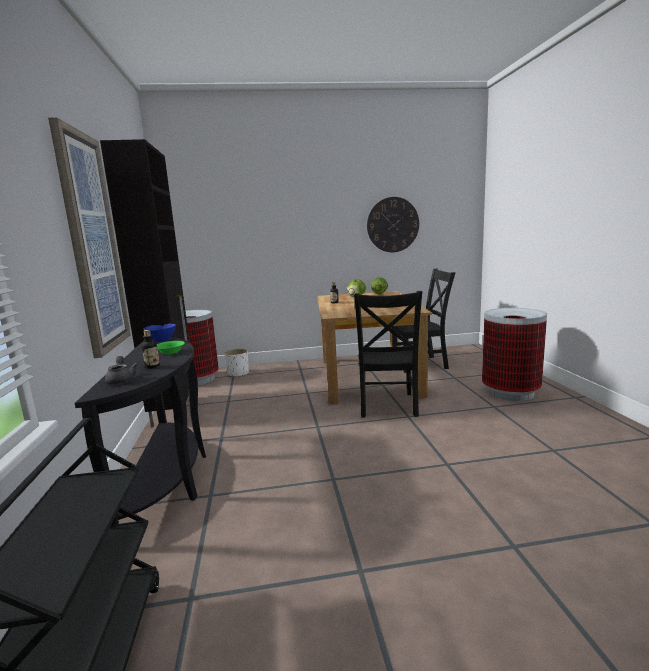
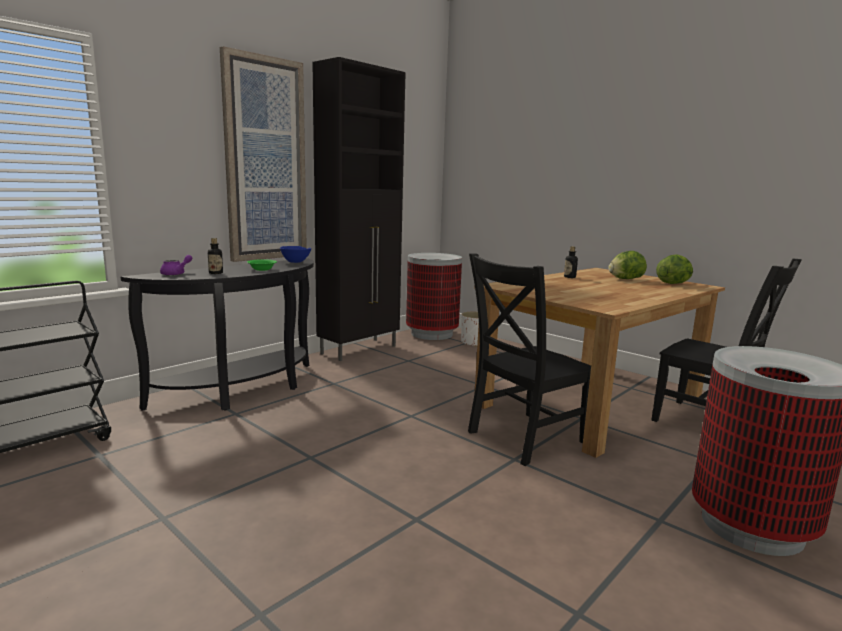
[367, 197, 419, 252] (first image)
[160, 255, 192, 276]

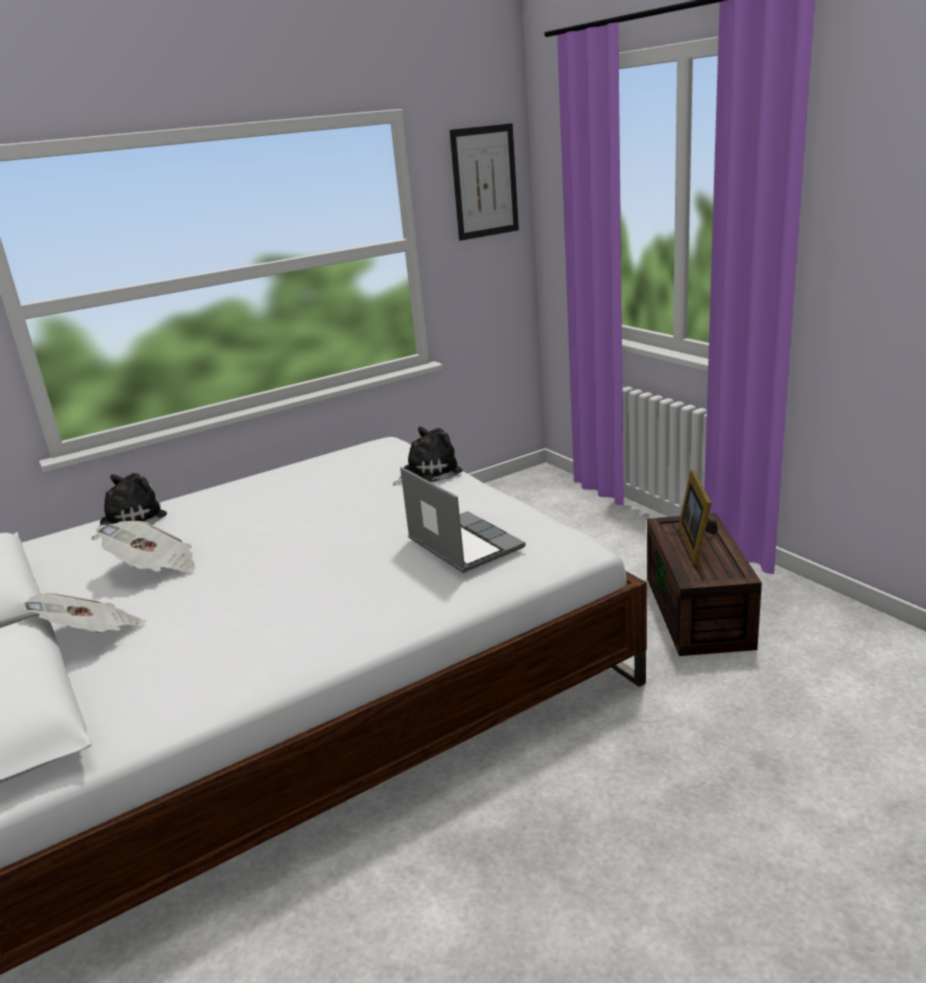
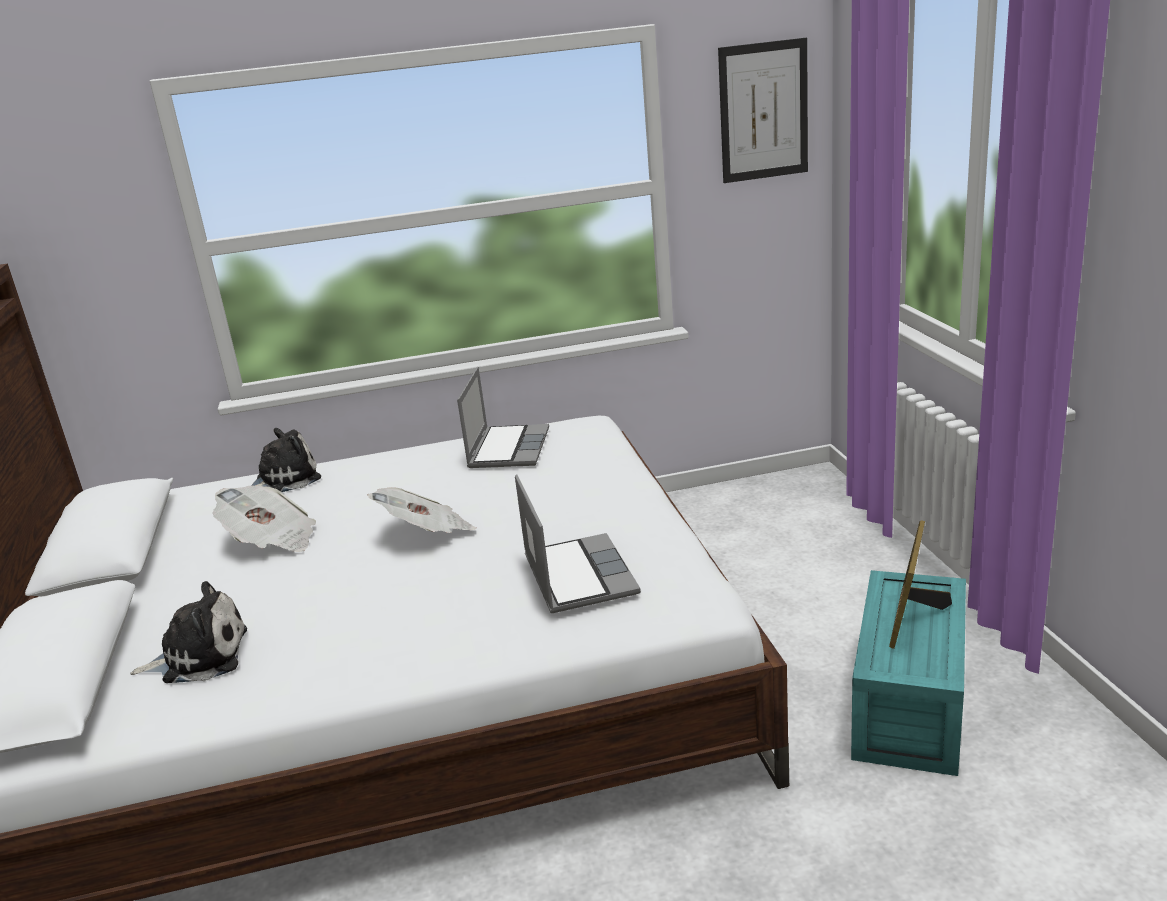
[457, 367, 549, 468]
[367, 487, 477, 533]
[130, 581, 247, 683]
[851, 570, 966, 776]

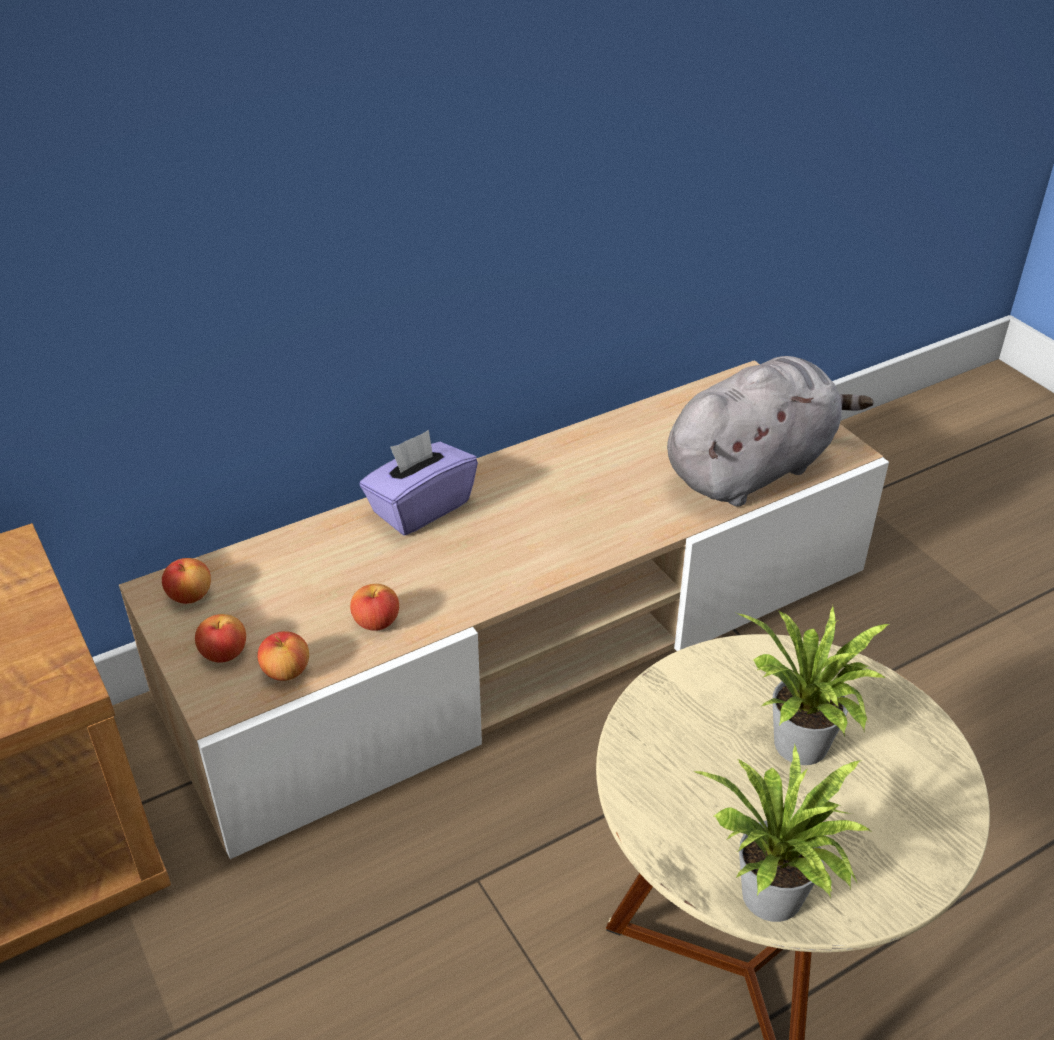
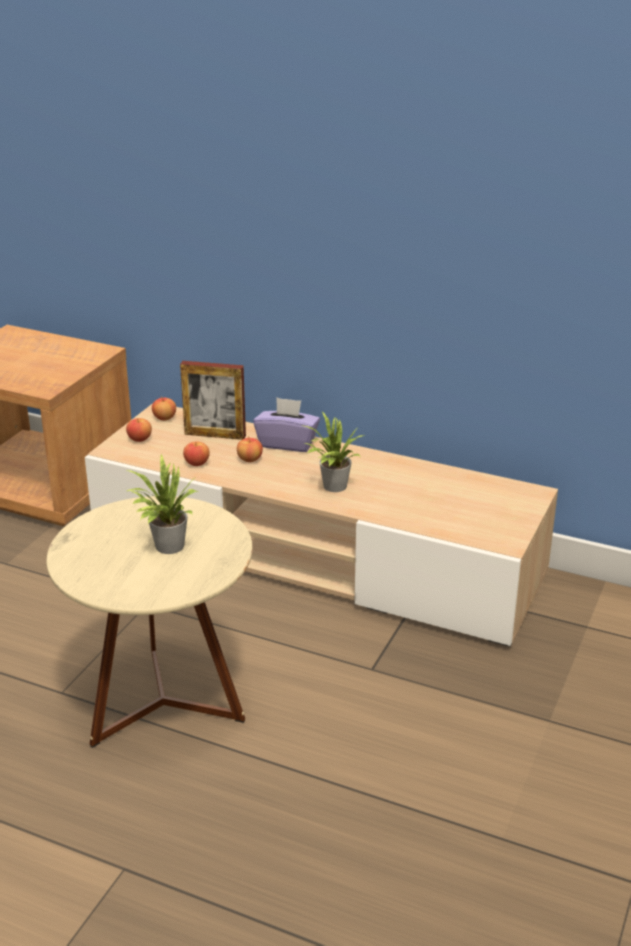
[667, 356, 874, 507] (first image)
[180, 361, 246, 440]
[237, 436, 263, 462]
[305, 412, 364, 492]

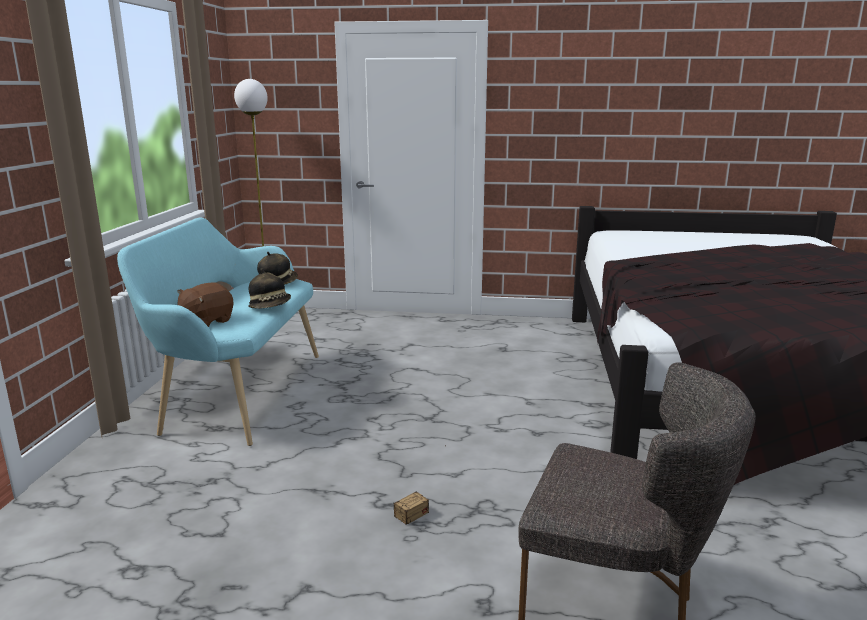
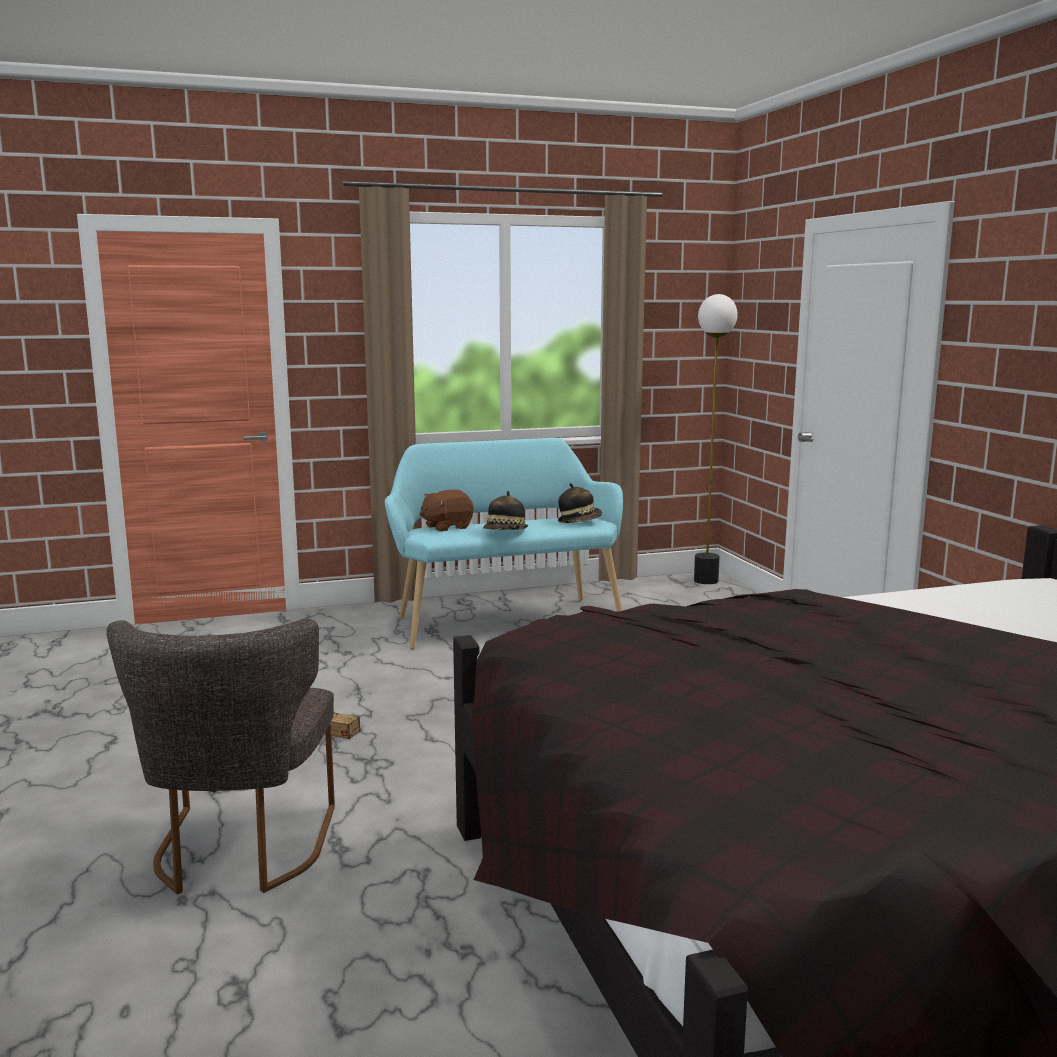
[420, 490, 473, 531]

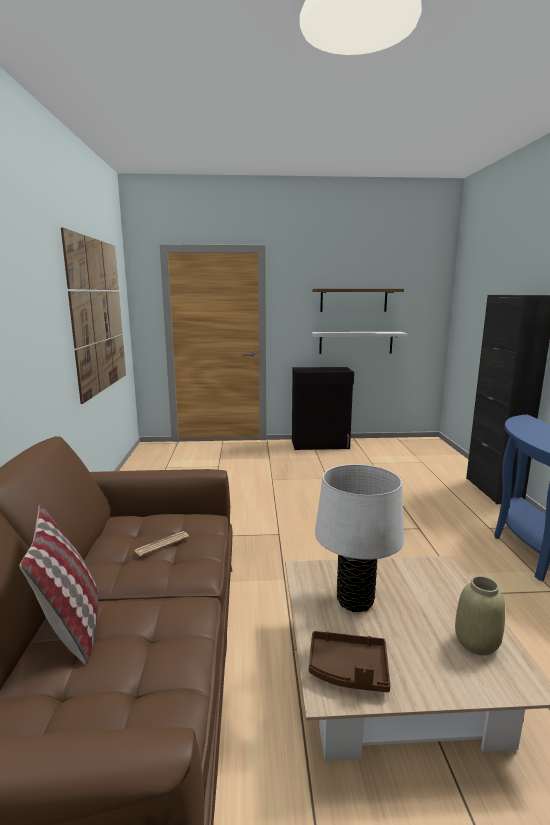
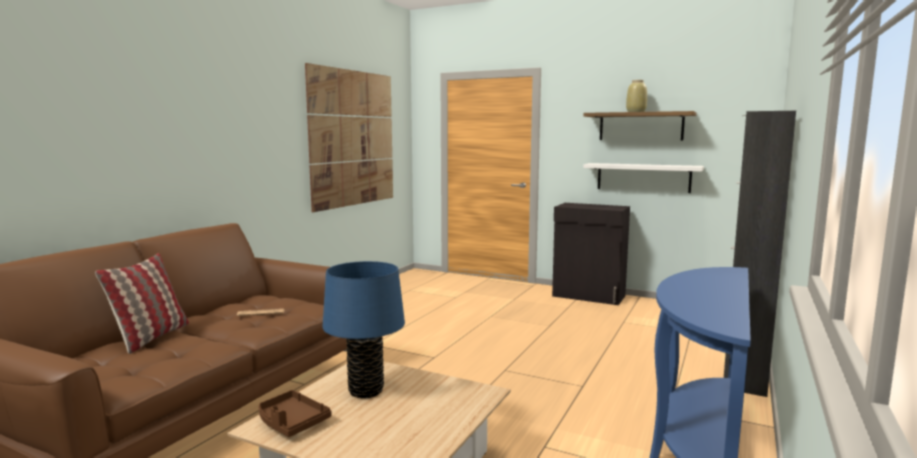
[626, 80, 647, 112]
[322, 261, 405, 399]

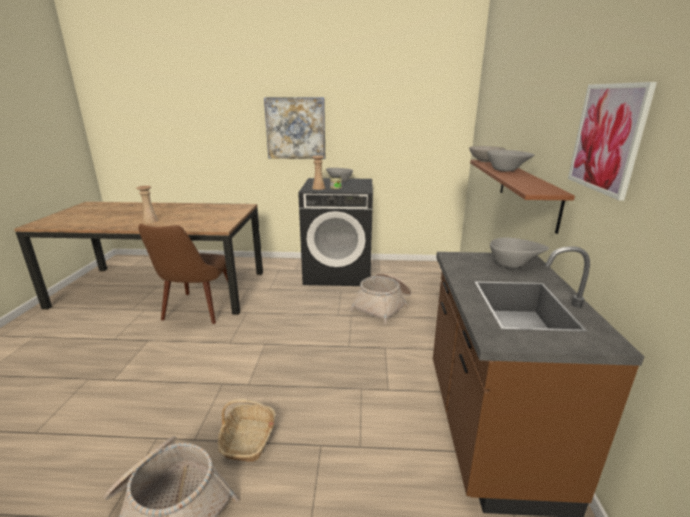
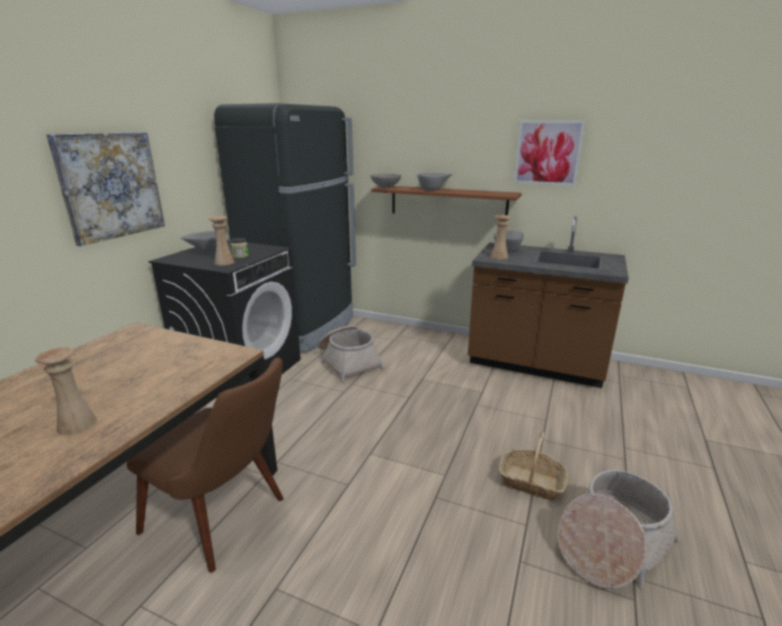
[214, 103, 356, 353]
[491, 215, 511, 260]

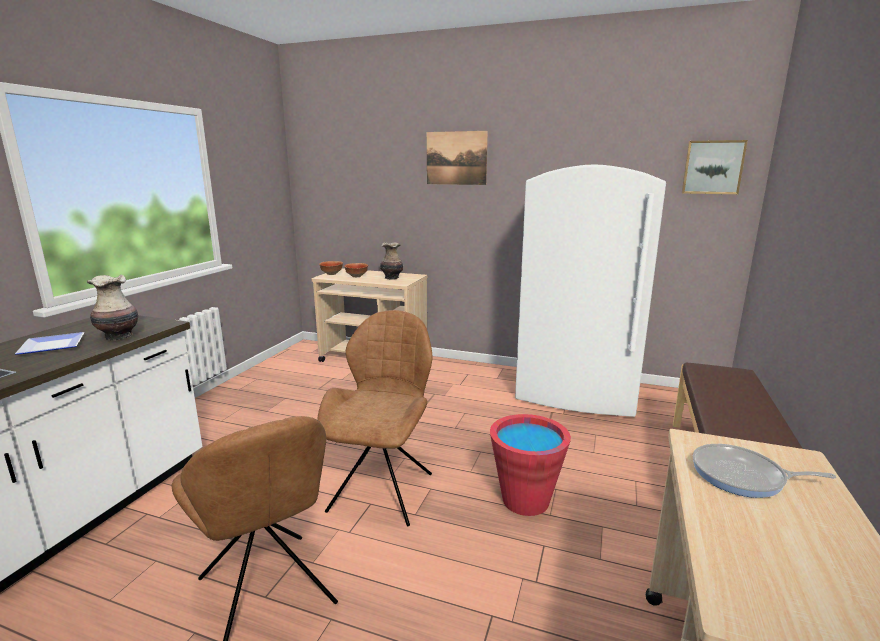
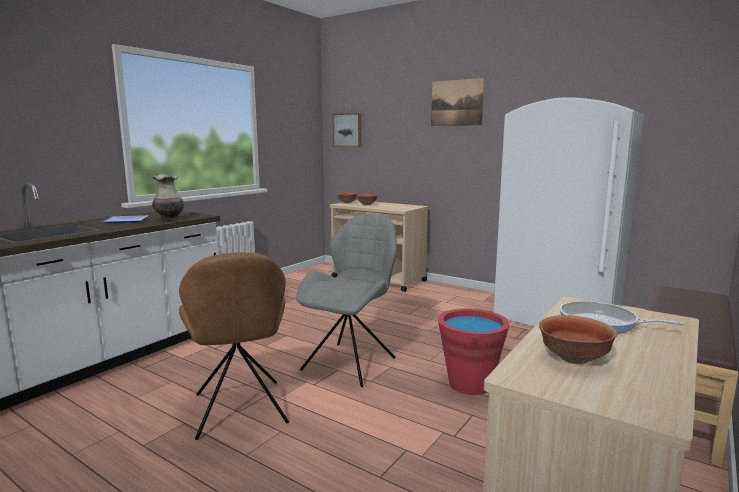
[380, 242, 403, 280] (first image)
[539, 315, 617, 364]
[333, 113, 362, 147]
[296, 214, 397, 387]

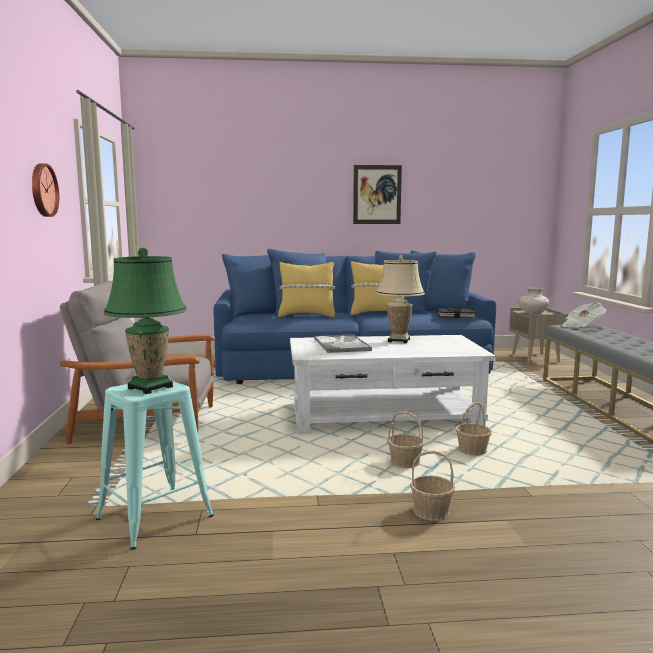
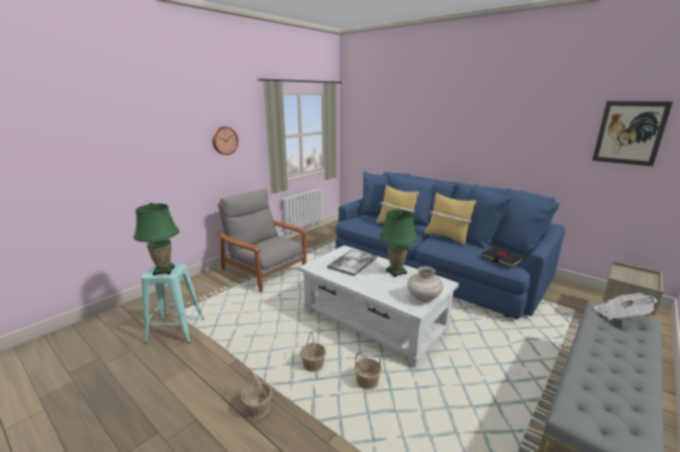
[592, 101, 673, 166]
[407, 266, 443, 302]
[379, 209, 418, 277]

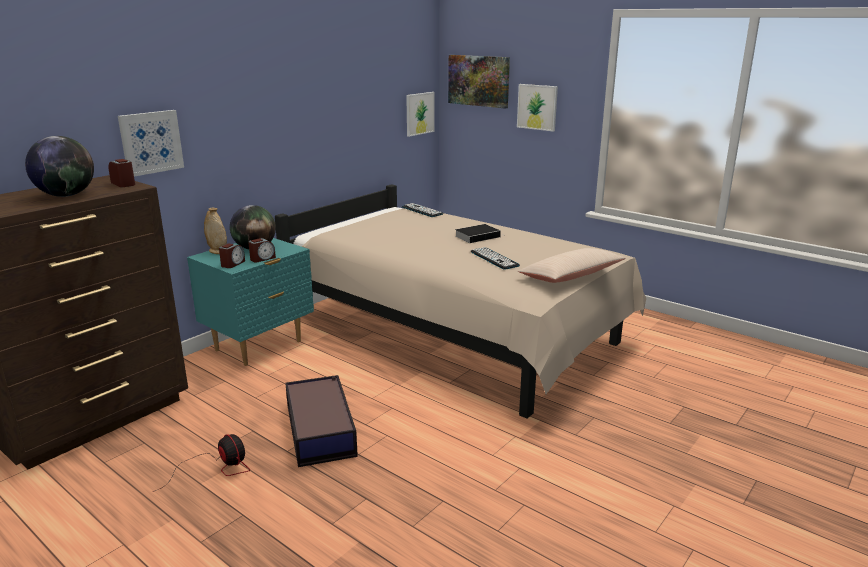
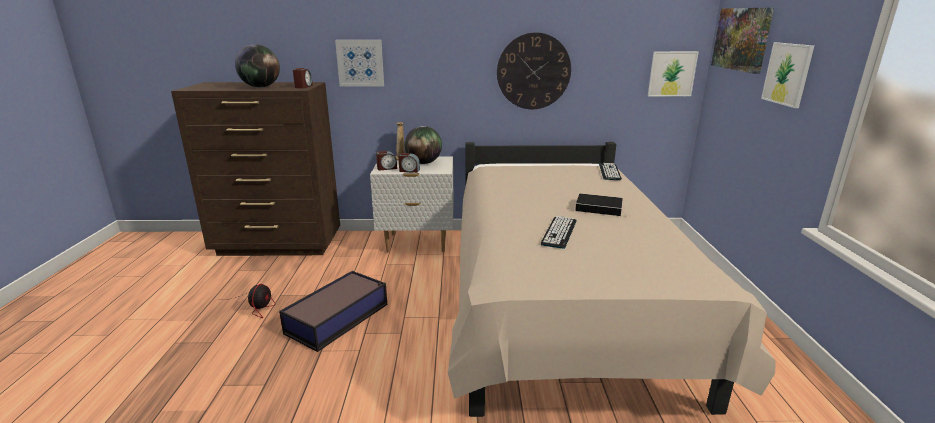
[518, 248, 626, 283] (first image)
[497, 32, 571, 109]
[370, 156, 454, 252]

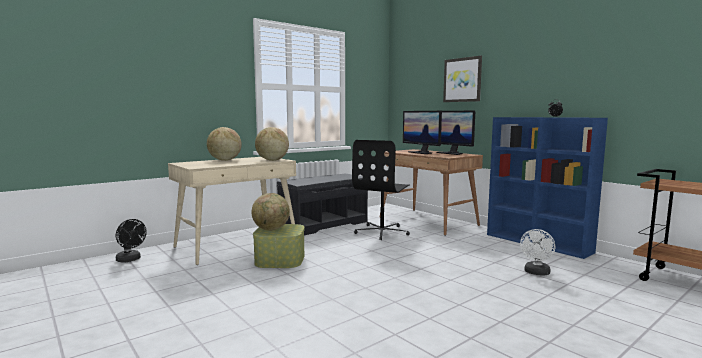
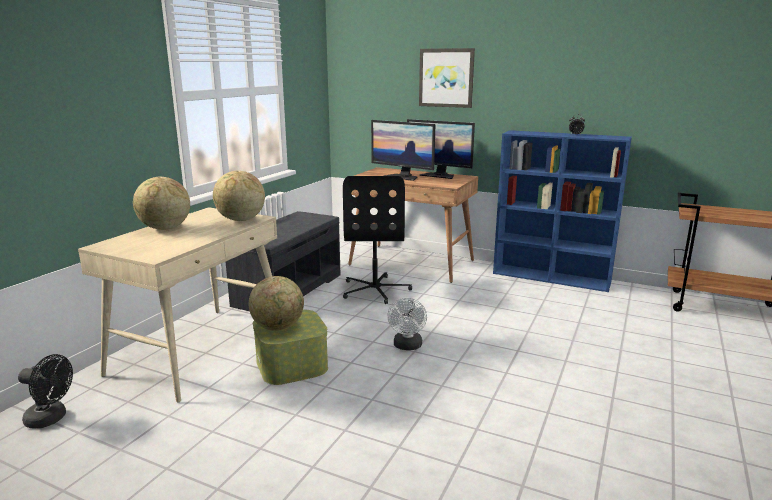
[387, 298, 427, 350]

